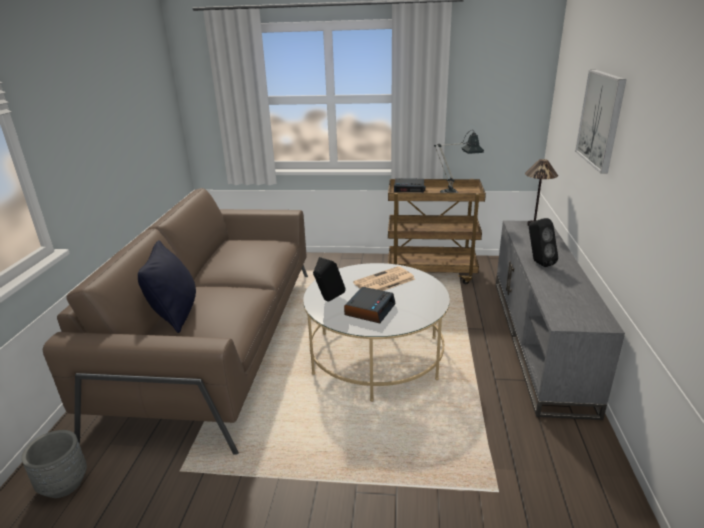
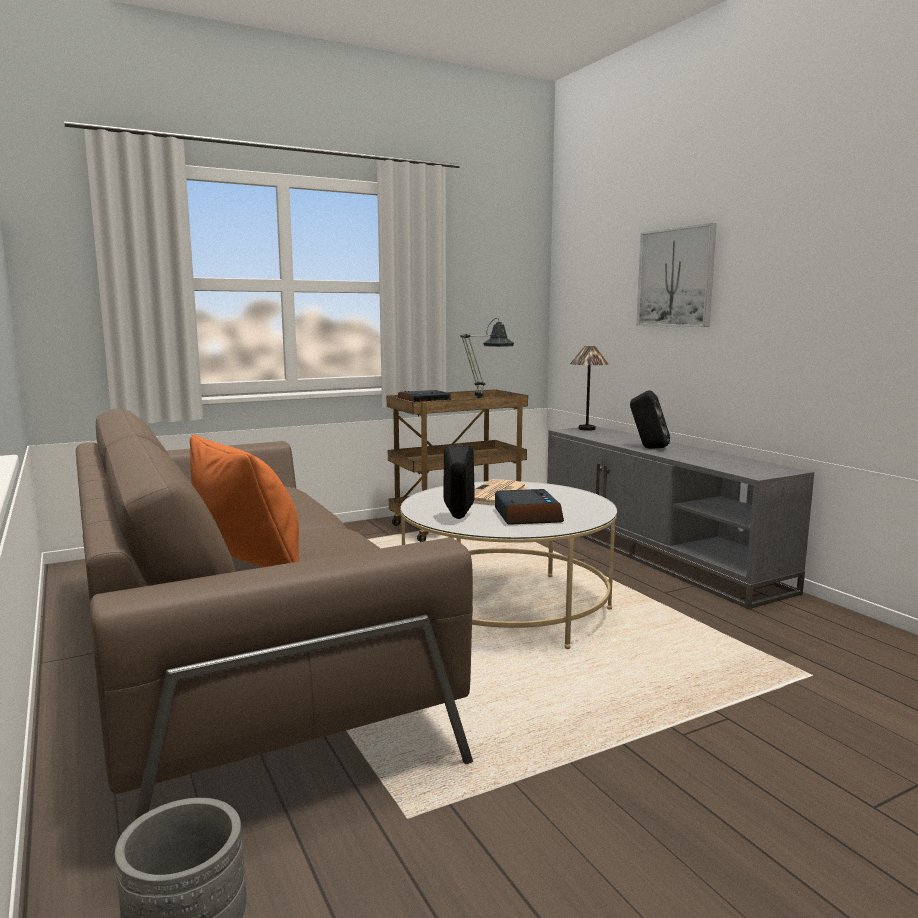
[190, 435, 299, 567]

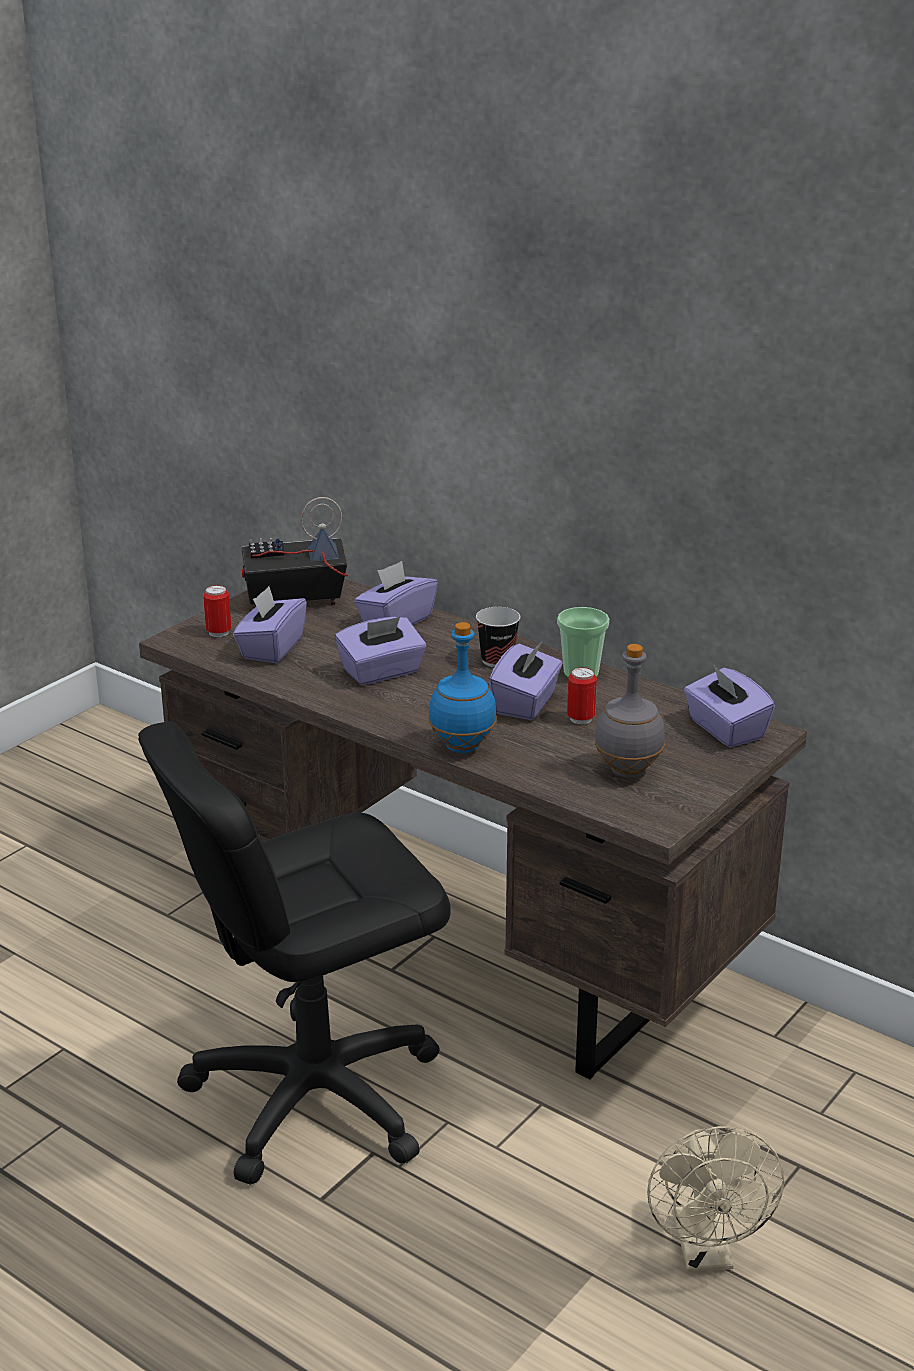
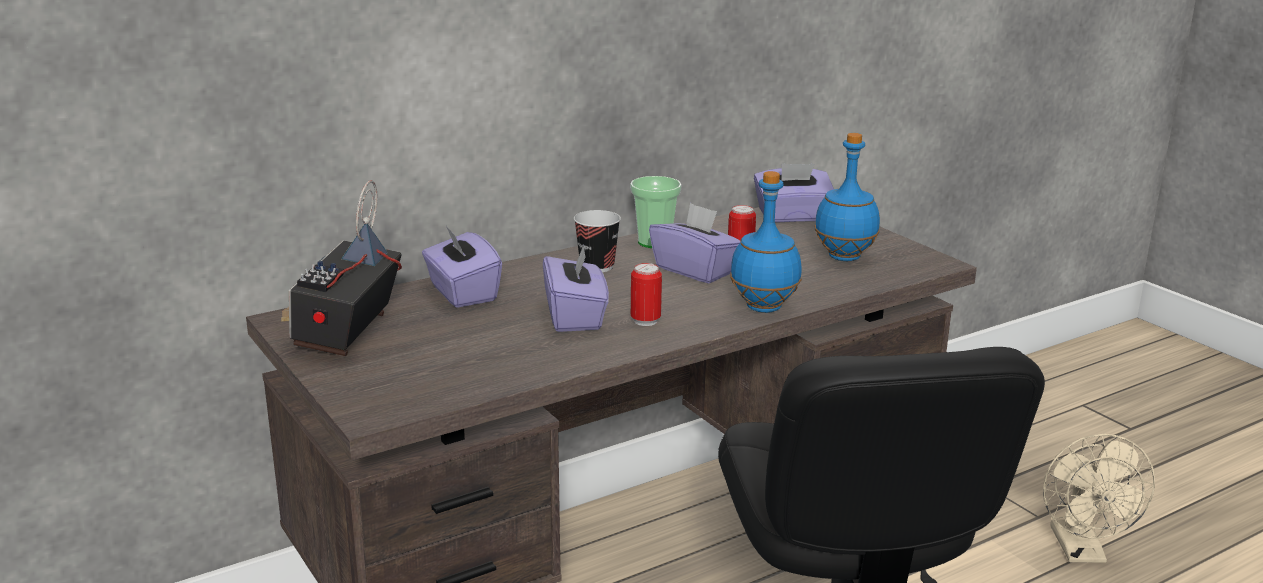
[233, 586, 307, 663] (first image)
[631, 263, 662, 326]
[815, 133, 880, 261]
[1043, 434, 1155, 563]

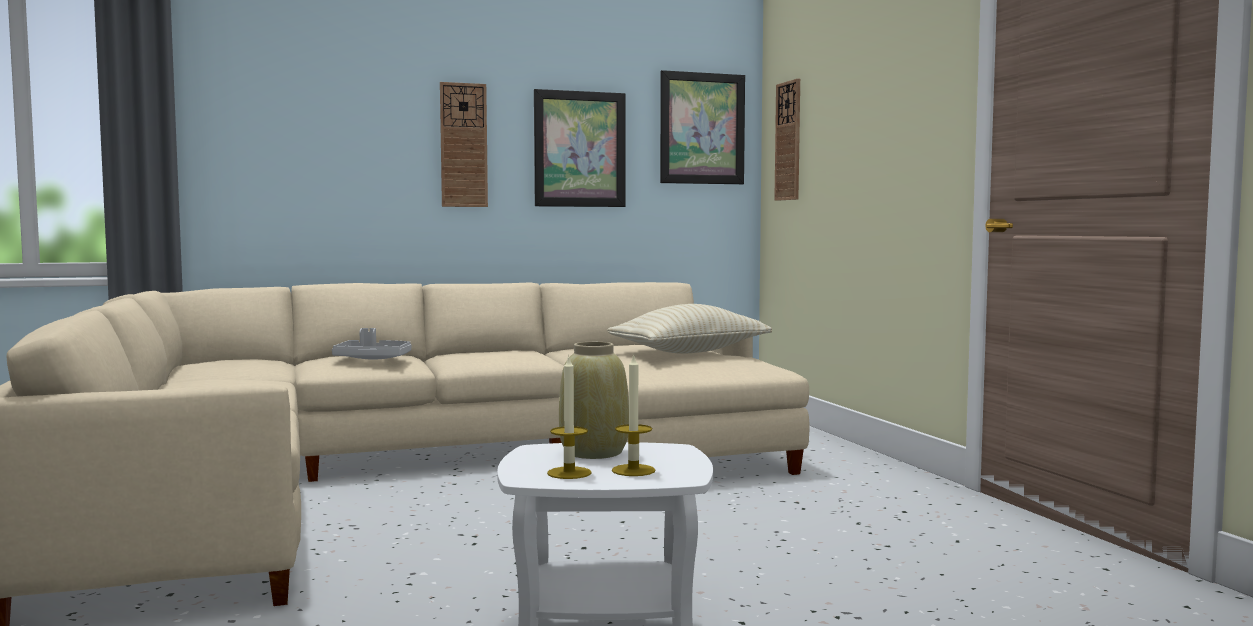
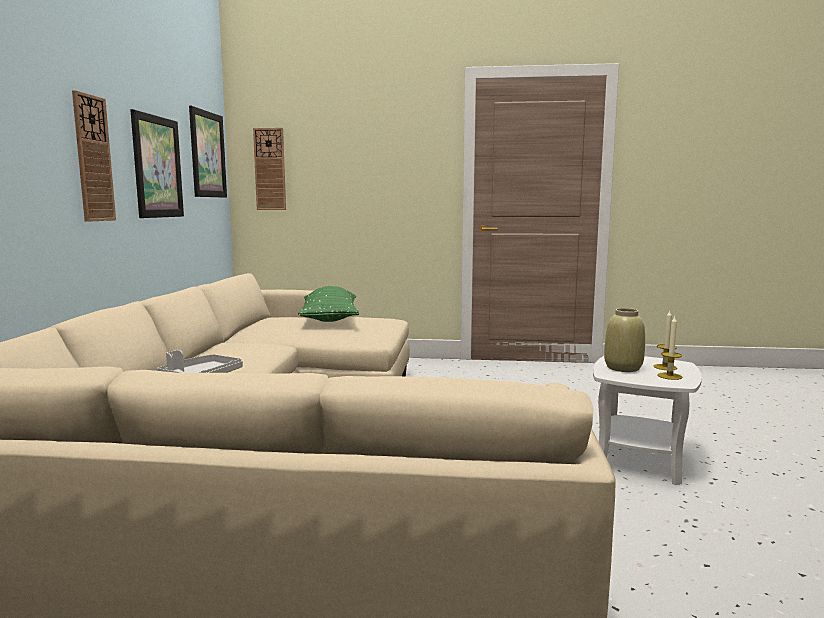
[298, 286, 359, 322]

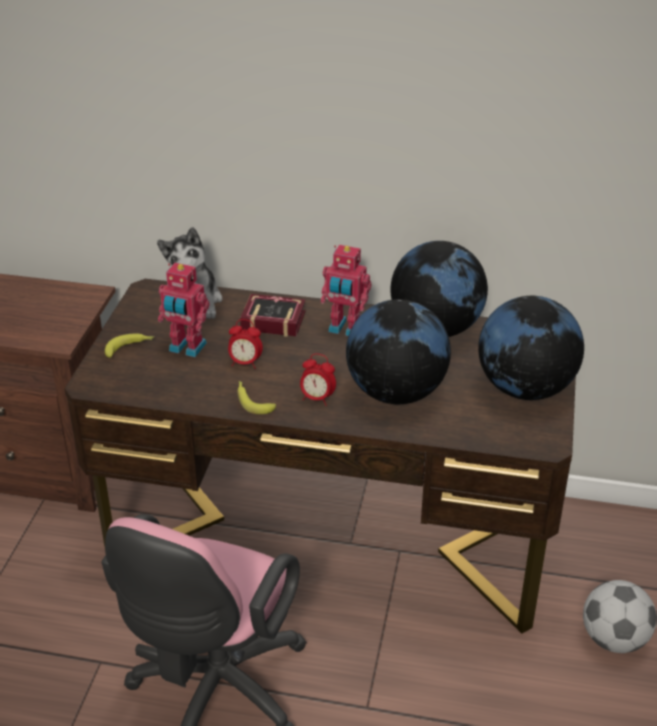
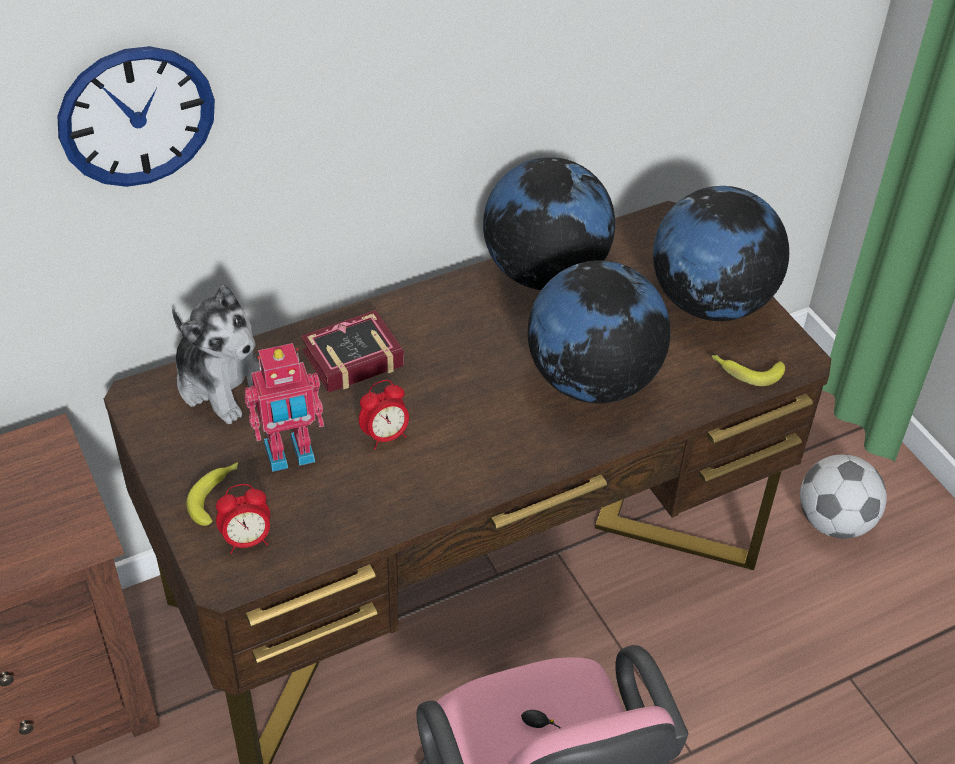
[321, 245, 371, 336] (first image)
[57, 46, 215, 187]
[712, 355, 785, 386]
[216, 484, 270, 554]

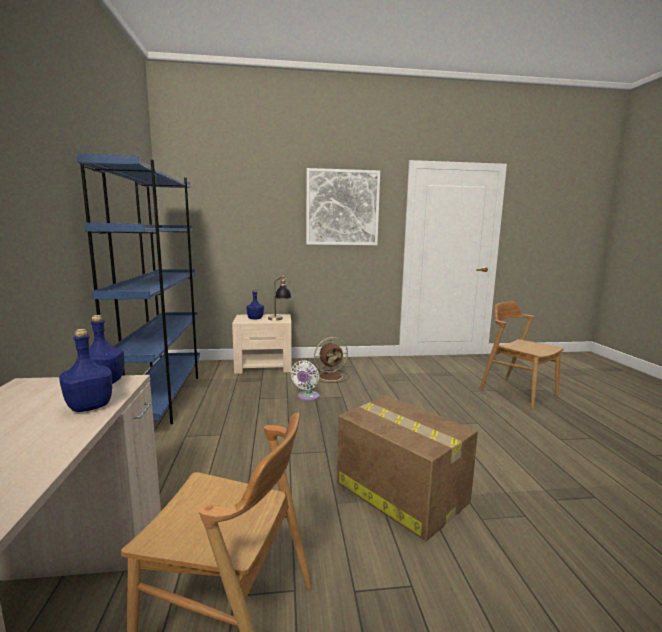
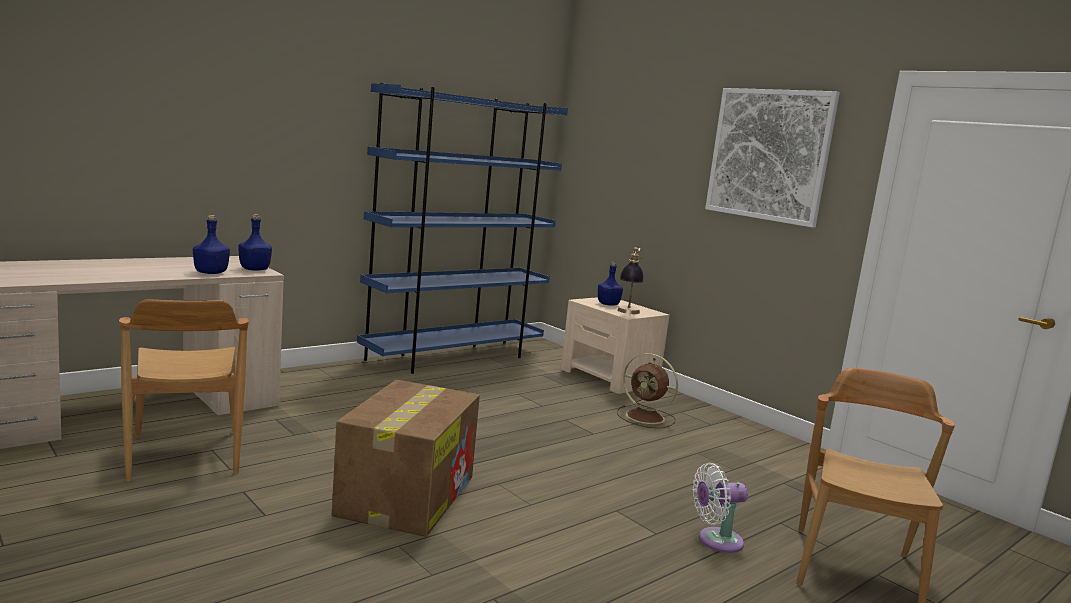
[692, 463, 748, 553]

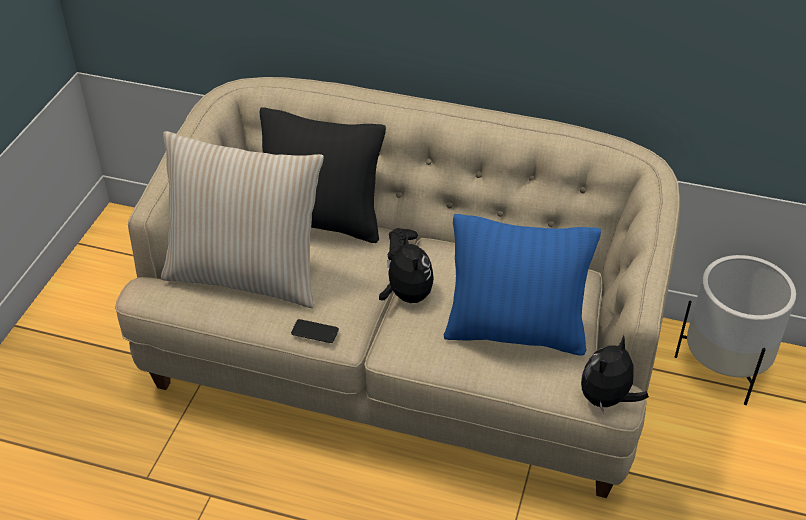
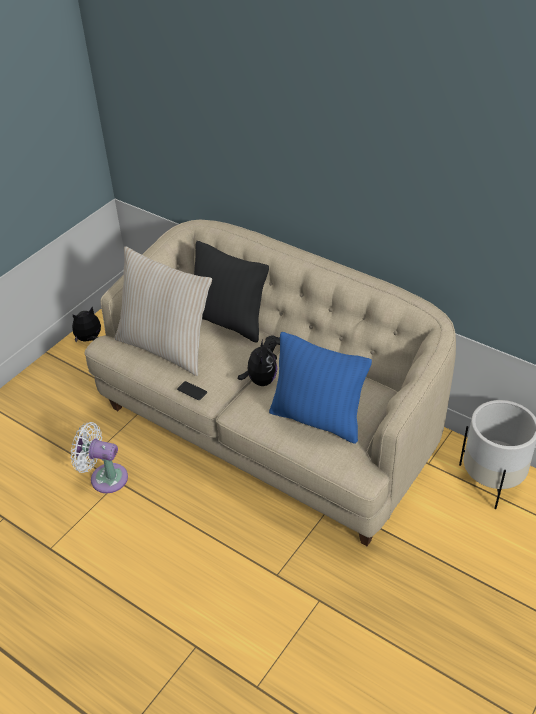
[71, 422, 128, 493]
[72, 307, 101, 343]

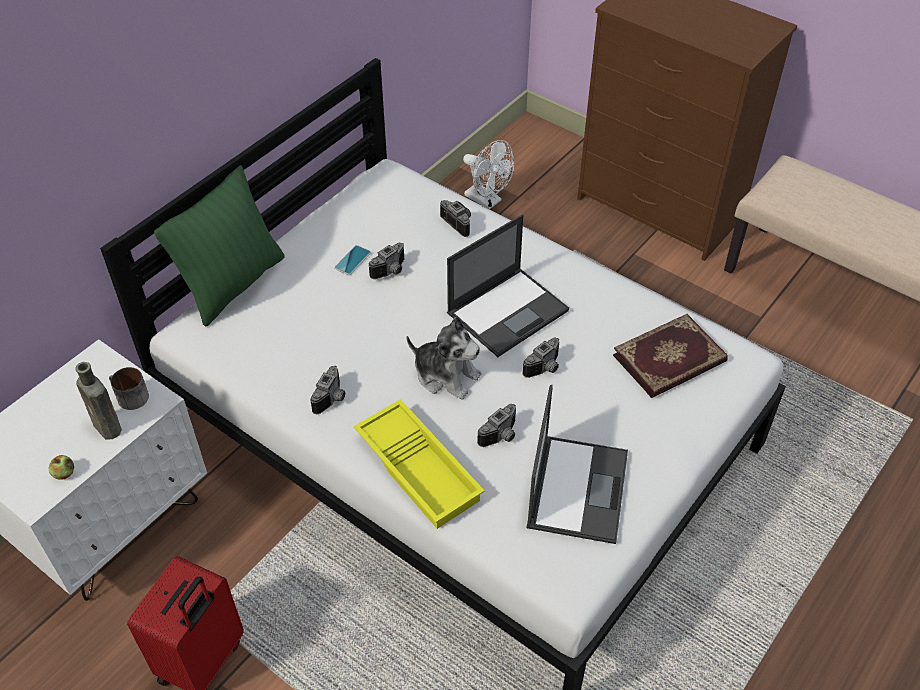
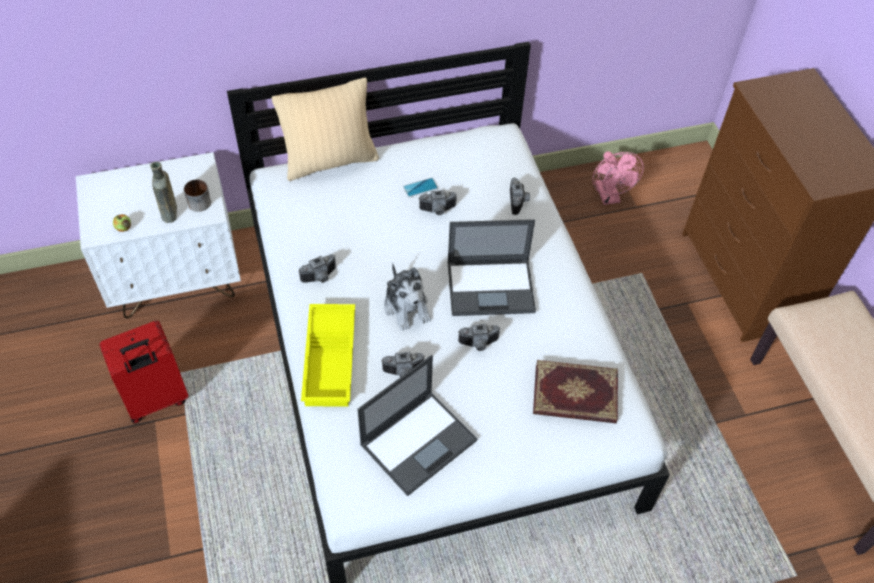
[272, 78, 379, 181]
[592, 151, 644, 205]

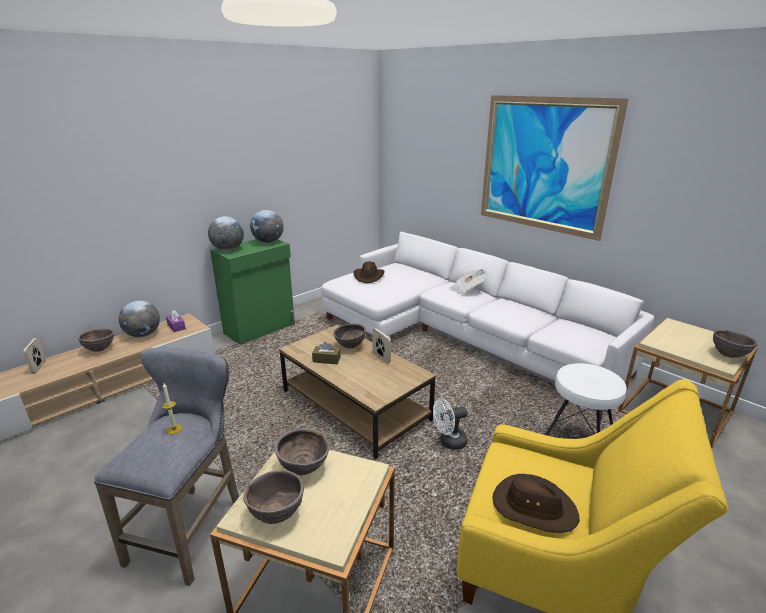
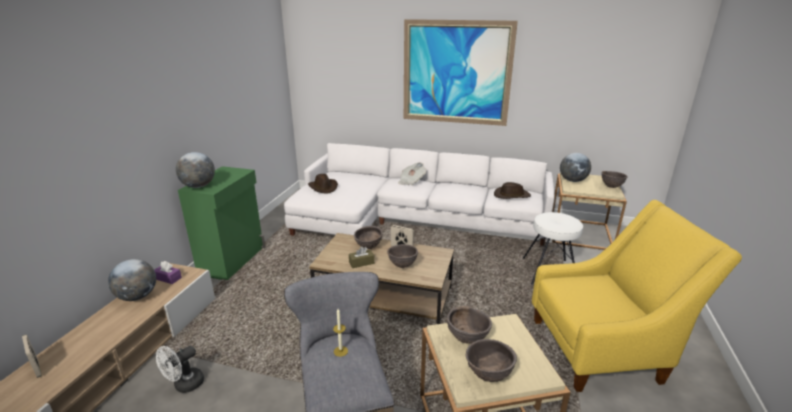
[387, 244, 418, 268]
[560, 153, 591, 182]
[156, 346, 204, 393]
[494, 182, 531, 199]

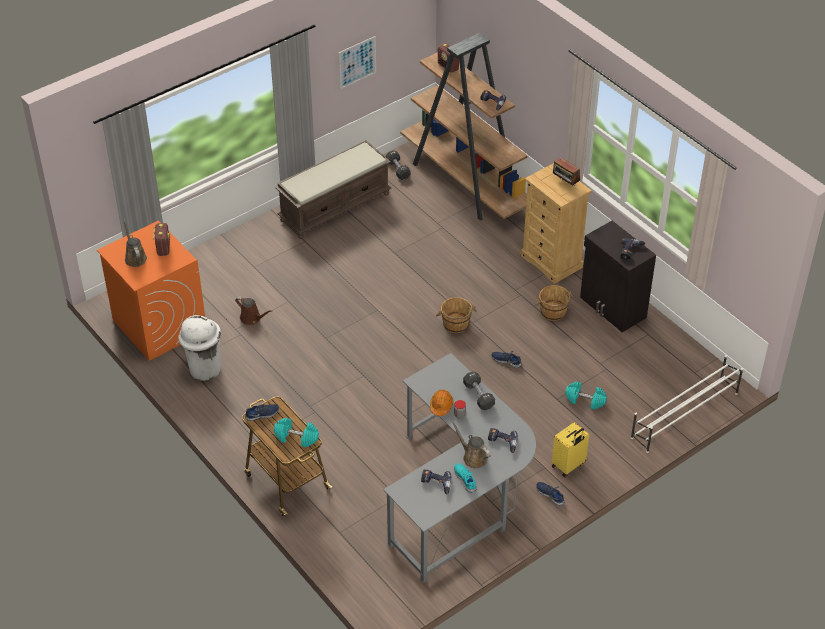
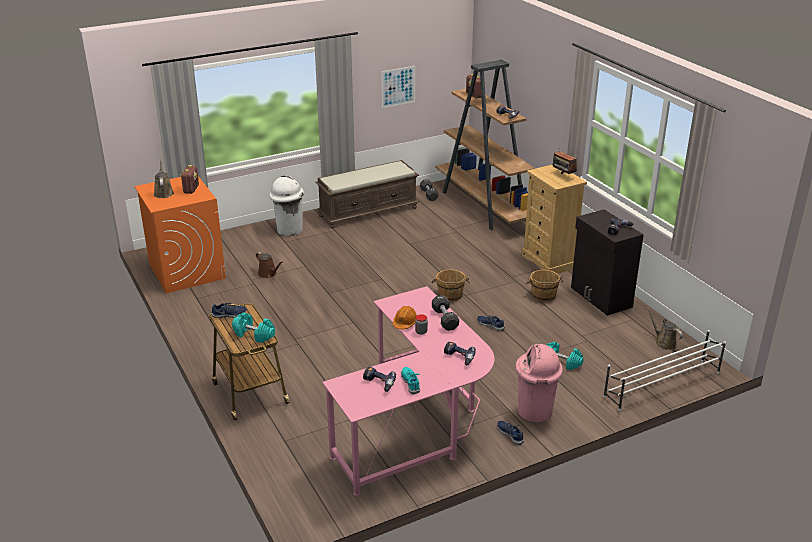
[269, 176, 304, 236]
[647, 307, 683, 350]
[515, 344, 563, 422]
[322, 286, 494, 496]

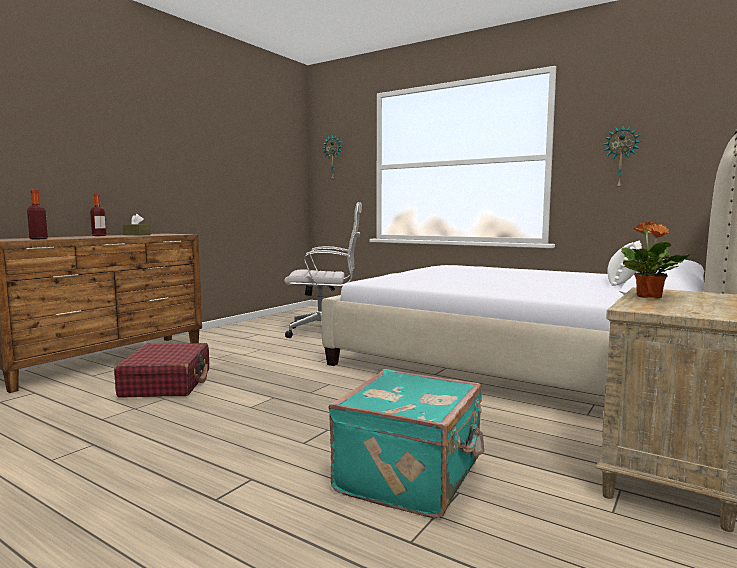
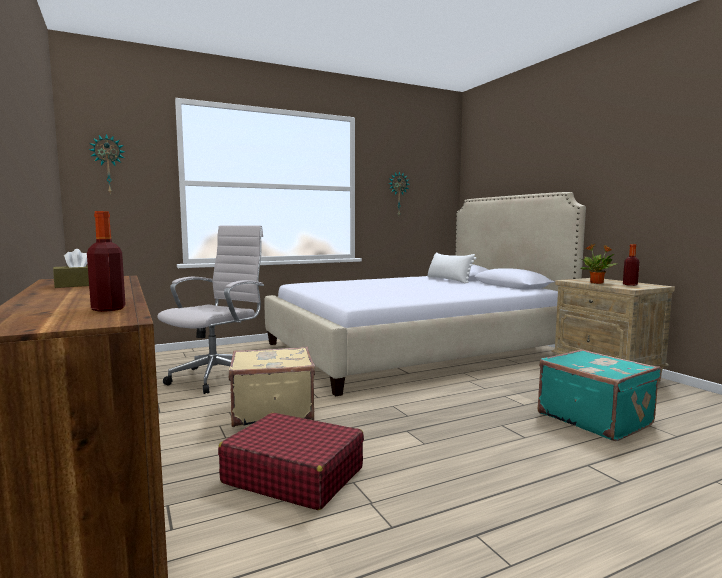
[229, 347, 315, 427]
[623, 244, 639, 286]

